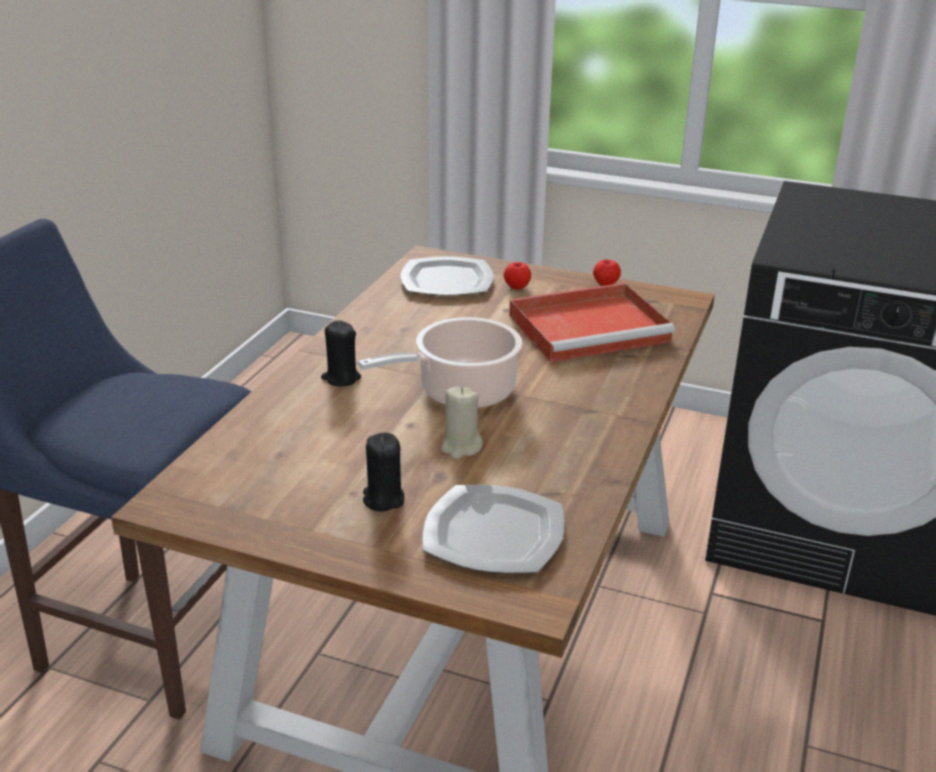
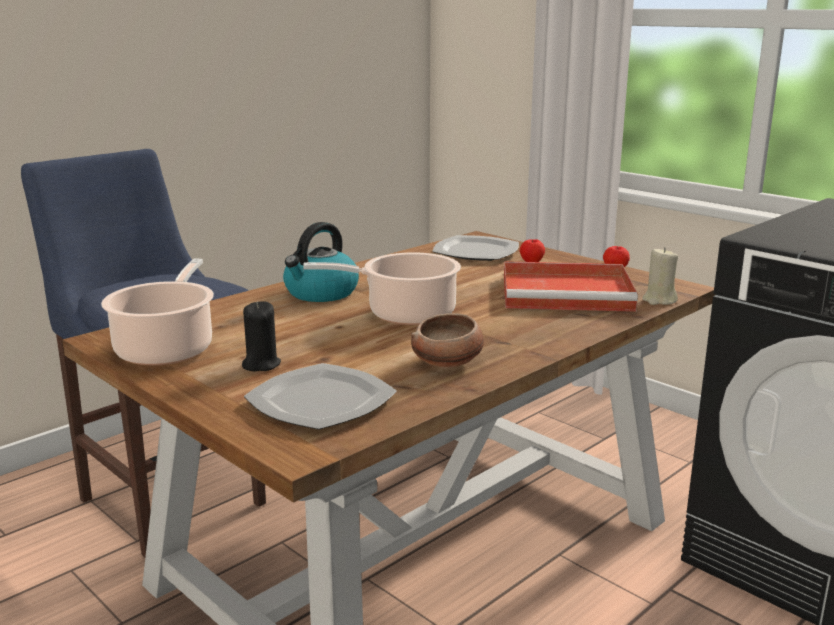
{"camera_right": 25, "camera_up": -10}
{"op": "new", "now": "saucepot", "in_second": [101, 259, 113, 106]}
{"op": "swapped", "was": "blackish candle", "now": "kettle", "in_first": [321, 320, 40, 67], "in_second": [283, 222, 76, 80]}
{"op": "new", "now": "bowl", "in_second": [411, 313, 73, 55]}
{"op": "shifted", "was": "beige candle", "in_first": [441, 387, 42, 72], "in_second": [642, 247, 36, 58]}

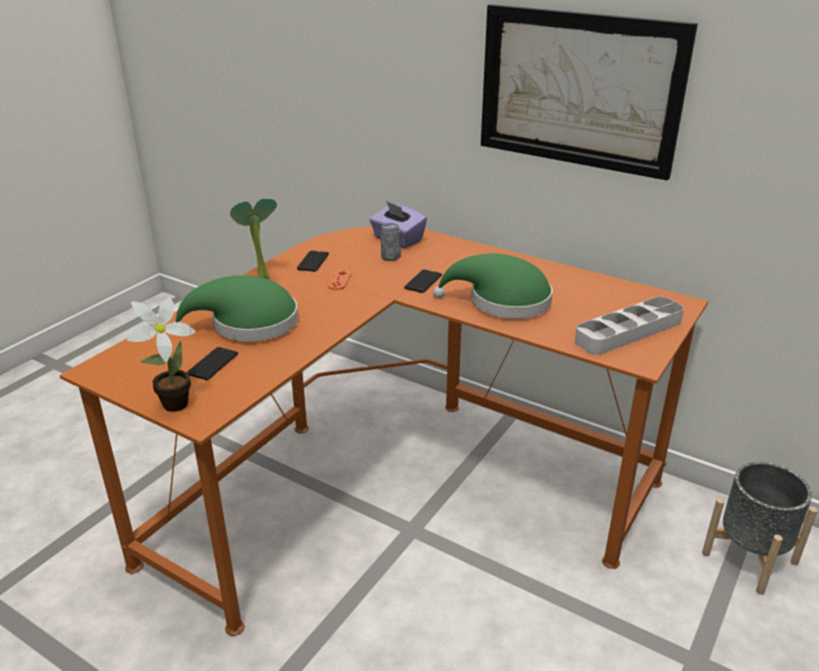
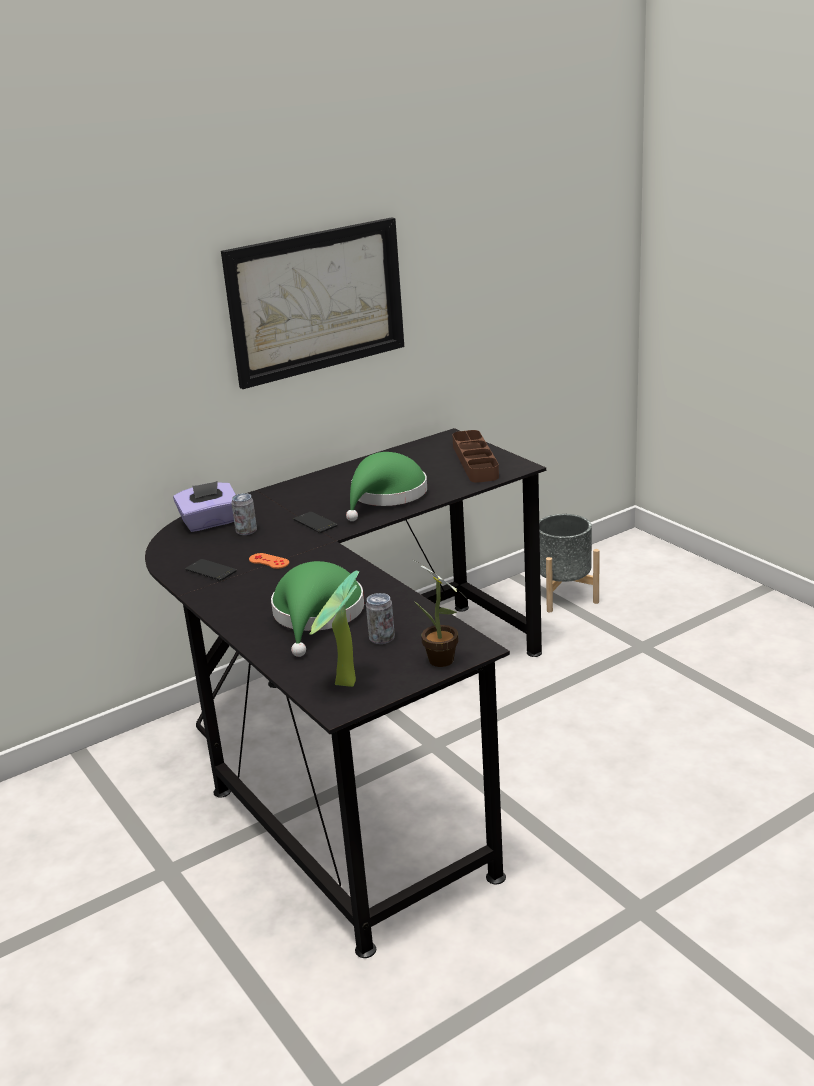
{"camera_right": -65, "camera_up": -5}
{"op": "repainted", "was": "orangey desk unit", "now": "blackish desk unit", "in_first": [60, 226, 648, 410], "in_second": [145, 428, 401, 530]}
{"op": "shifted", "was": "plant in a pot", "in_first": [230, 198, 47, 80], "in_second": [310, 571, 49, 116]}
{"op": "swapped", "was": "telephone", "now": "can", "in_first": [187, 347, 51, 33], "in_second": [366, 593, 29, 51]}
{"op": "repainted", "was": "grey tray", "now": "brown tray", "in_first": [575, 296, 109, 59], "in_second": [452, 430, 47, 53]}

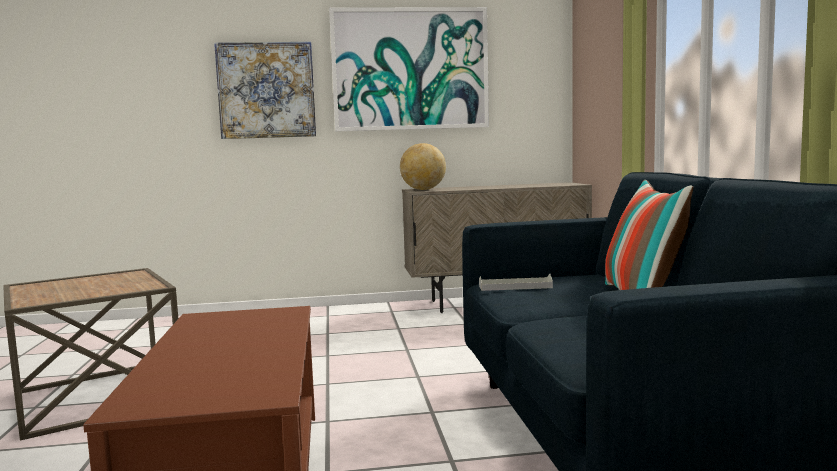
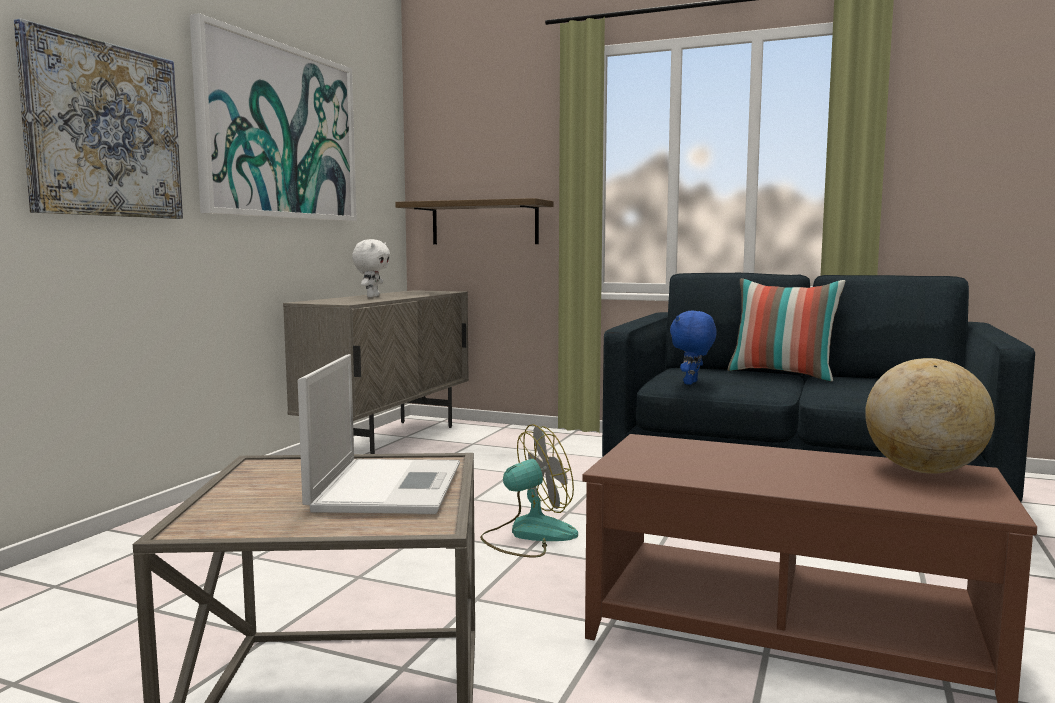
{"camera_right": -60, "camera_up": 0}
{"op": "new", "now": "portable computer", "in_second": [298, 354, 162, 160]}
{"op": "new", "now": "whitish plush toy", "in_second": [352, 239, 38, 58]}
{"op": "new", "now": "shelf", "in_second": [395, 198, 159, 46]}
{"op": "new", "now": "cooling fan", "in_second": [480, 424, 98, 134]}
{"op": "swapped", "was": "grey tray", "now": "bluish plush toy", "in_first": [479, 274, 74, 17], "in_second": [670, 311, 47, 74]}
{"op": "shifted", "was": "world globe", "in_first": [400, 143, 46, 47], "in_second": [865, 358, 130, 116]}

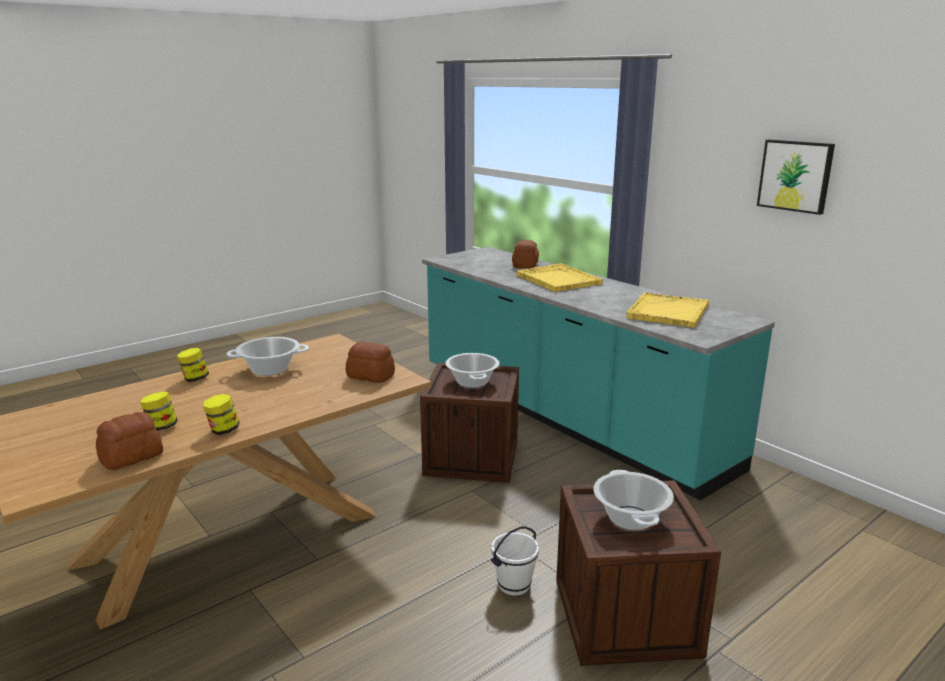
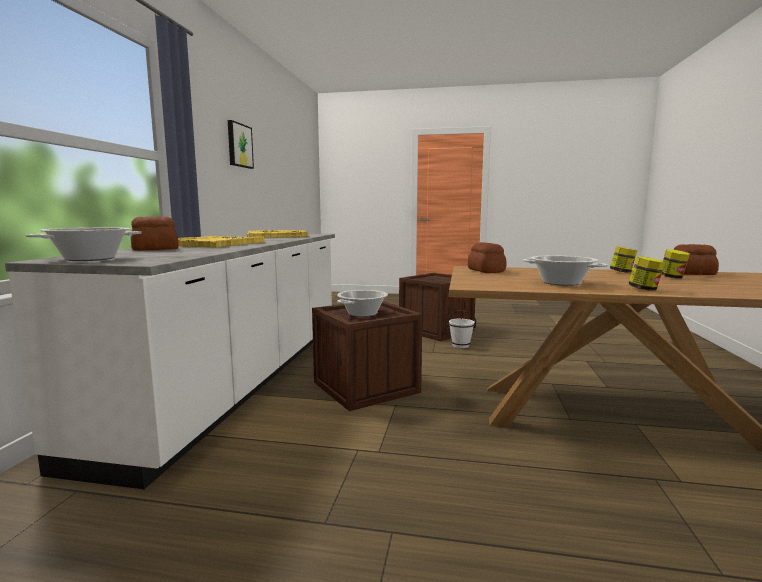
{"camera_right": -130, "camera_up": -10}
{"op": "repainted", "was": "turquoise kitchen counter", "now": "whitish kitchen counter", "in_first": [422, 247, 353, 253], "in_second": [5, 234, 330, 255]}
{"op": "shifted", "was": "saucepot", "in_first": [593, 470, 81, 60], "in_second": [26, 227, 115, 34]}

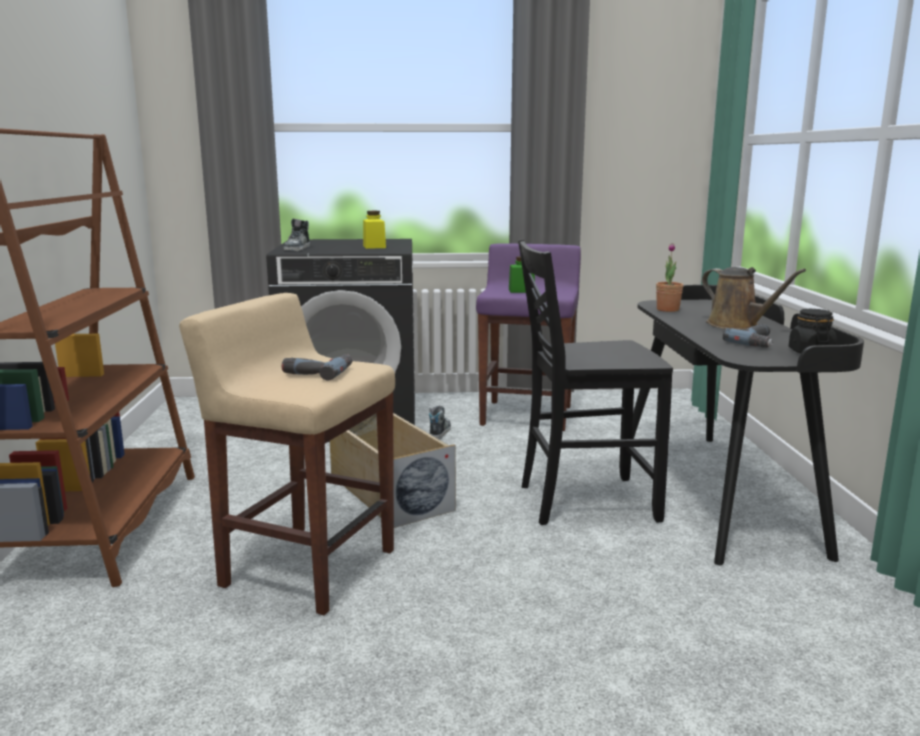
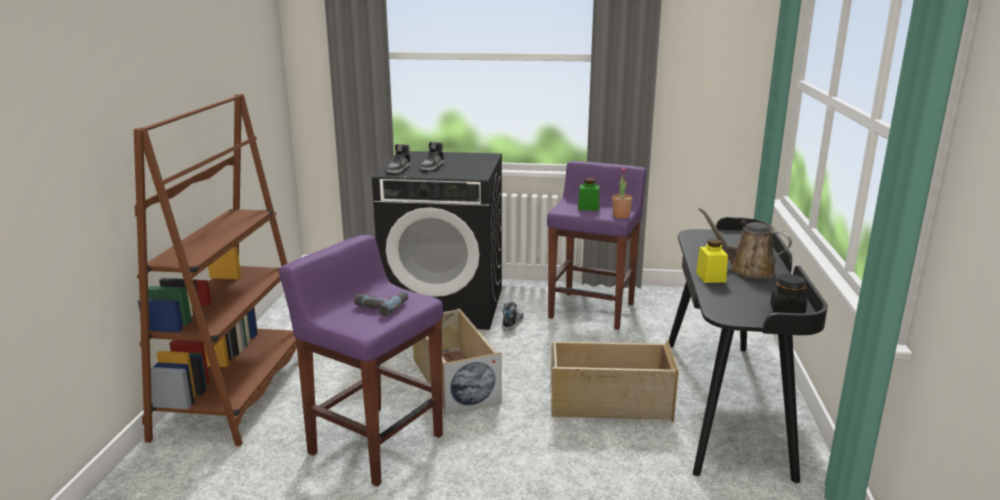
{"camera_right": 10, "camera_up": 5}
{"op": "repainted", "was": "beige sitting stool", "now": "purple-coloured sitting stool", "in_first": [179, 293, 216, 322], "in_second": [279, 235, 164, 252]}
{"op": "new", "now": "item of footwear", "in_second": [421, 142, 23, 29]}
{"op": "swapped", "was": "blackish upright chair", "now": "beige storage box", "in_first": [518, 239, 155, 286], "in_second": [551, 341, 128, 81]}
{"op": "shifted", "was": "plant in a pot", "in_first": [656, 243, 27, 69], "in_second": [612, 167, 20, 52]}
{"op": "shifted", "was": "yellow-coloured jar", "in_first": [363, 211, 23, 38], "in_second": [696, 239, 32, 44]}
{"op": "rotated", "was": "brown watering pot", "in_first": [702, 267, 104, 63], "in_second": [698, 207, 94, 72], "clockwise": 150}
{"op": "gone", "was": "electric drill", "in_first": [723, 324, 50, 24]}

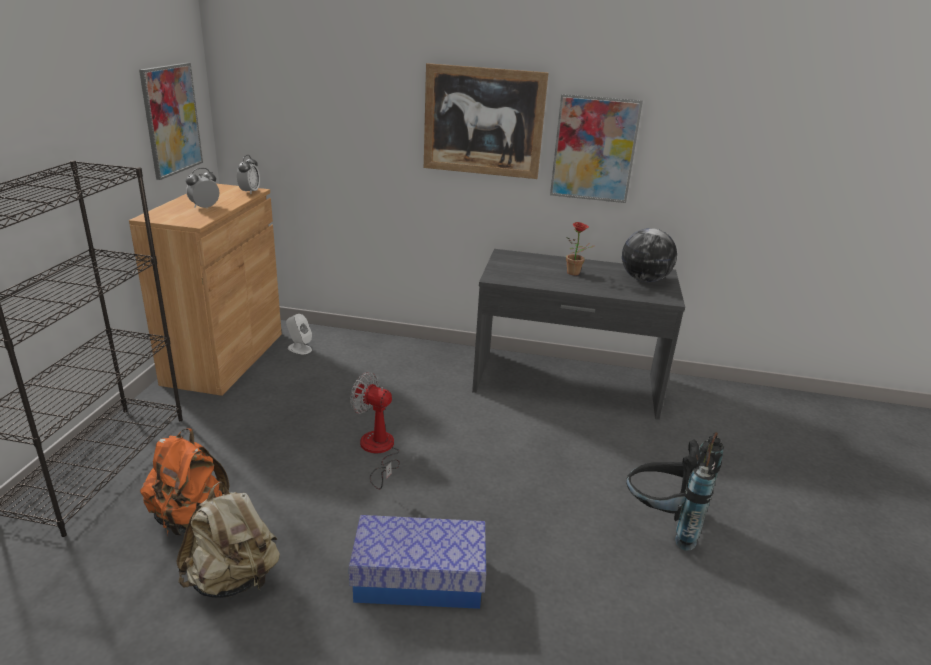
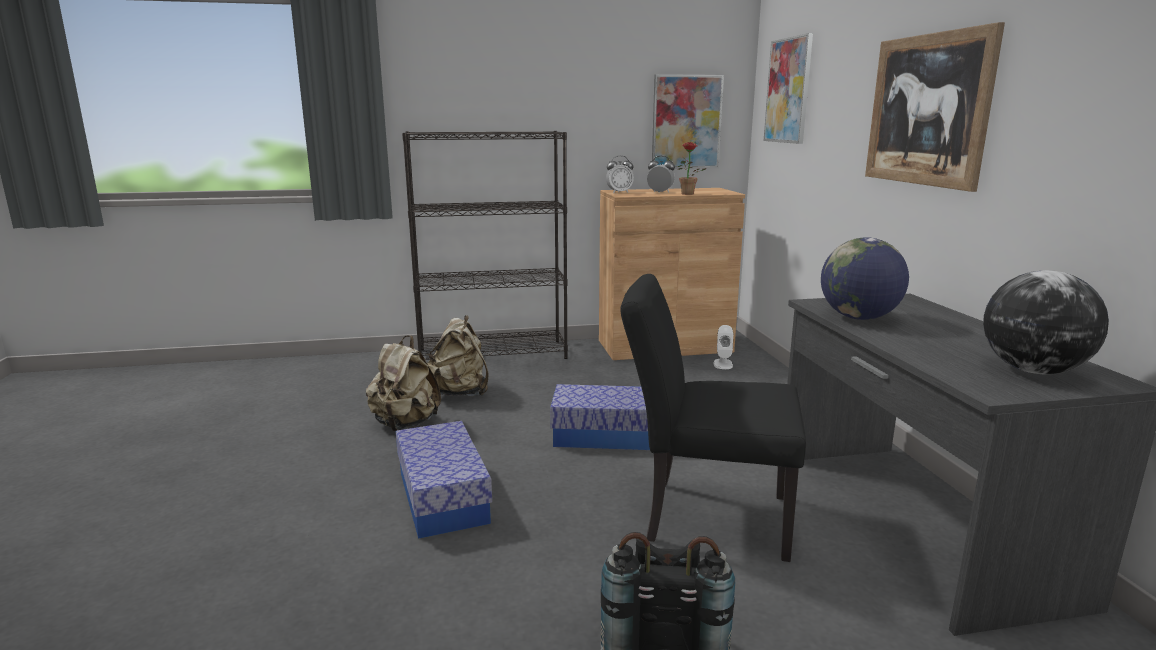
{"camera_right": 70, "camera_up": -10}
{"op": "repainted", "was": "orangey rucksack", "now": "beige rucksack", "in_first": [140, 428, 90, 108], "in_second": [427, 315, 61, 81]}
{"op": "swapped", "was": "cooling fan", "now": "storage box", "in_first": [350, 372, 50, 117], "in_second": [550, 384, 100, 66]}
{"op": "shifted", "was": "table clock", "in_first": [237, 155, 23, 39], "in_second": [606, 156, 28, 37]}
{"op": "new", "now": "blackish upright chair", "in_second": [620, 274, 186, 288]}
{"op": "shifted", "was": "plant in a pot", "in_first": [566, 222, 28, 53], "in_second": [677, 142, 30, 53]}
{"op": "shifted", "was": "wall art", "in_first": [550, 94, 93, 109], "in_second": [764, 33, 49, 111]}
{"op": "new", "now": "world globe", "in_second": [821, 237, 88, 83]}

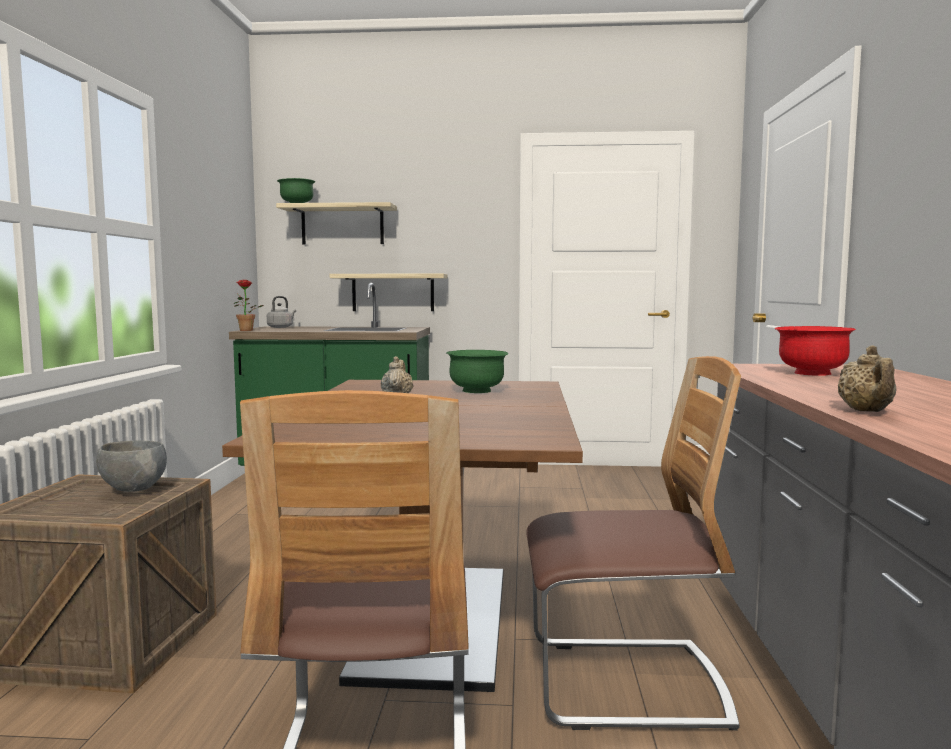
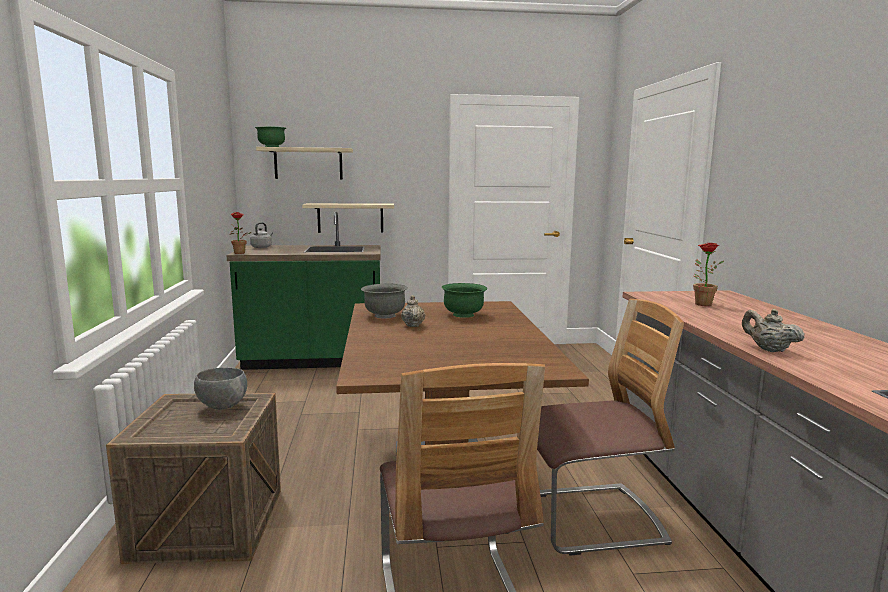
{"camera_right": -10, "camera_up": 5}
{"op": "new", "now": "grey bowl", "in_second": [361, 284, 47, 34]}
{"op": "swapped", "was": "red bowl", "now": "plant in a pot", "in_first": [775, 326, 81, 50], "in_second": [693, 242, 31, 64]}
{"op": "rotated", "was": "beige pot for tea", "in_first": [838, 345, 59, 67], "in_second": [742, 309, 63, 43], "clockwise": 150}

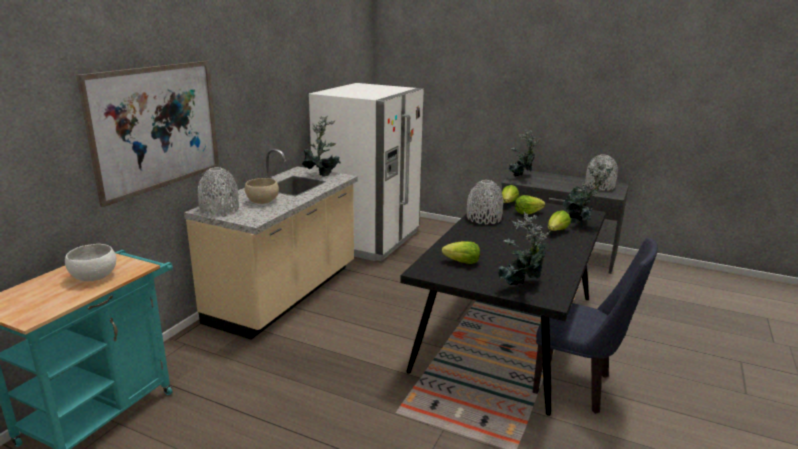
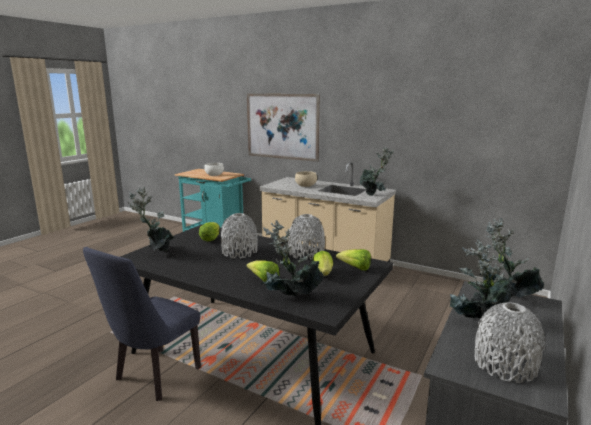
{"camera_right": 95, "camera_up": -5}
{"op": "shifted", "was": "grey vase", "in_first": [198, 167, 41, 48], "in_second": [221, 213, 37, 46]}
{"op": "new", "now": "plant in a pot", "in_second": [448, 239, 64, 80]}
{"op": "gone", "was": "whitish kitchen fridge", "in_first": [309, 83, 115, 178]}

